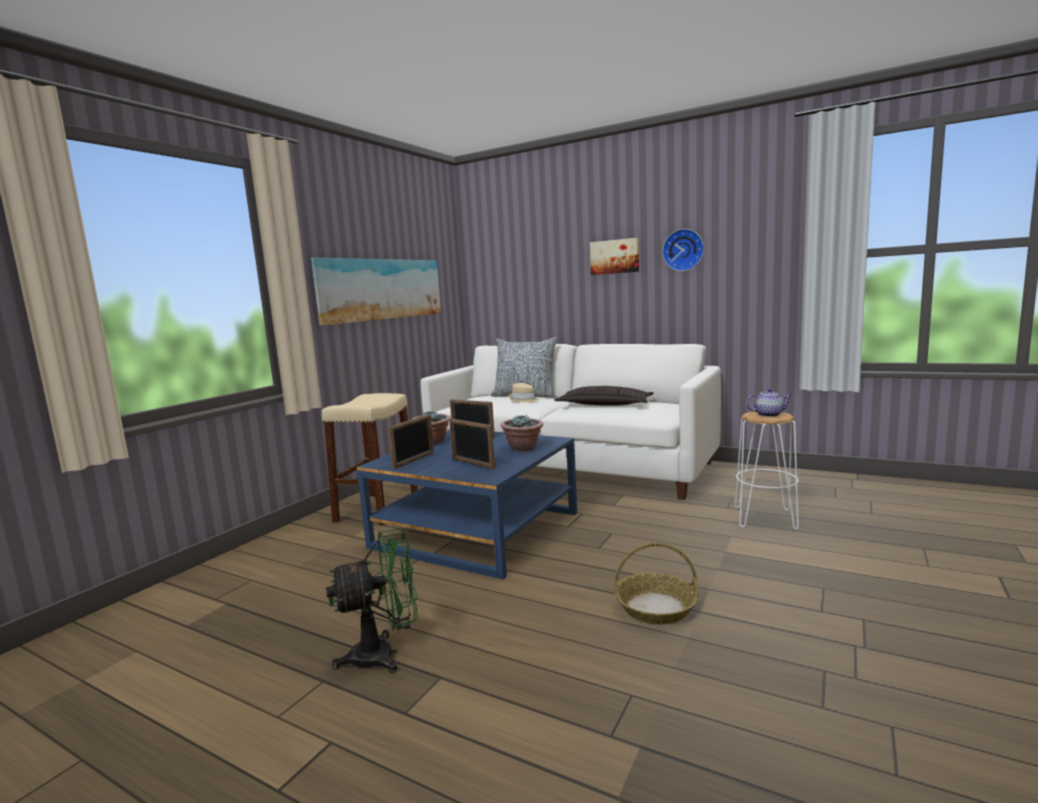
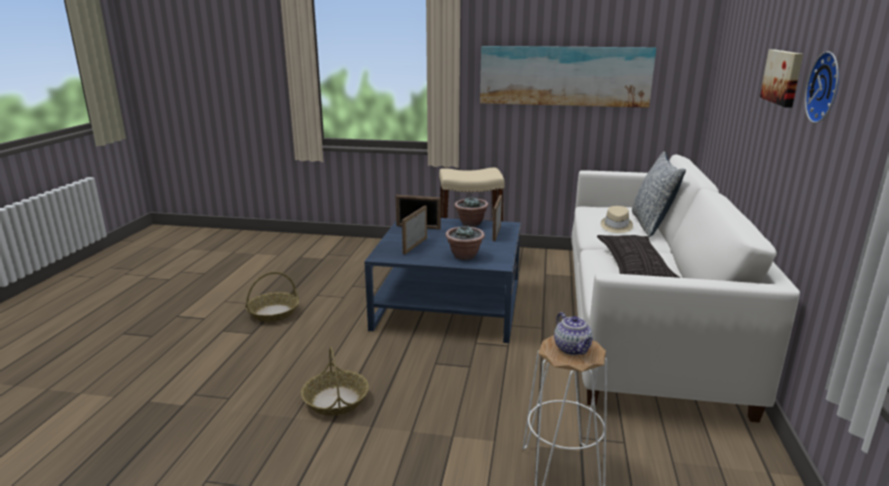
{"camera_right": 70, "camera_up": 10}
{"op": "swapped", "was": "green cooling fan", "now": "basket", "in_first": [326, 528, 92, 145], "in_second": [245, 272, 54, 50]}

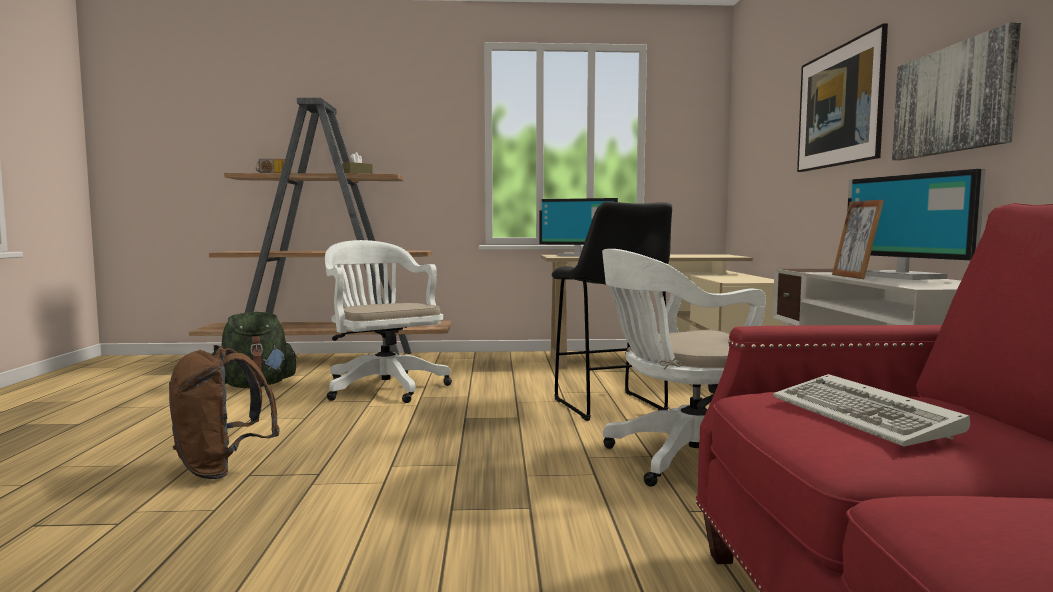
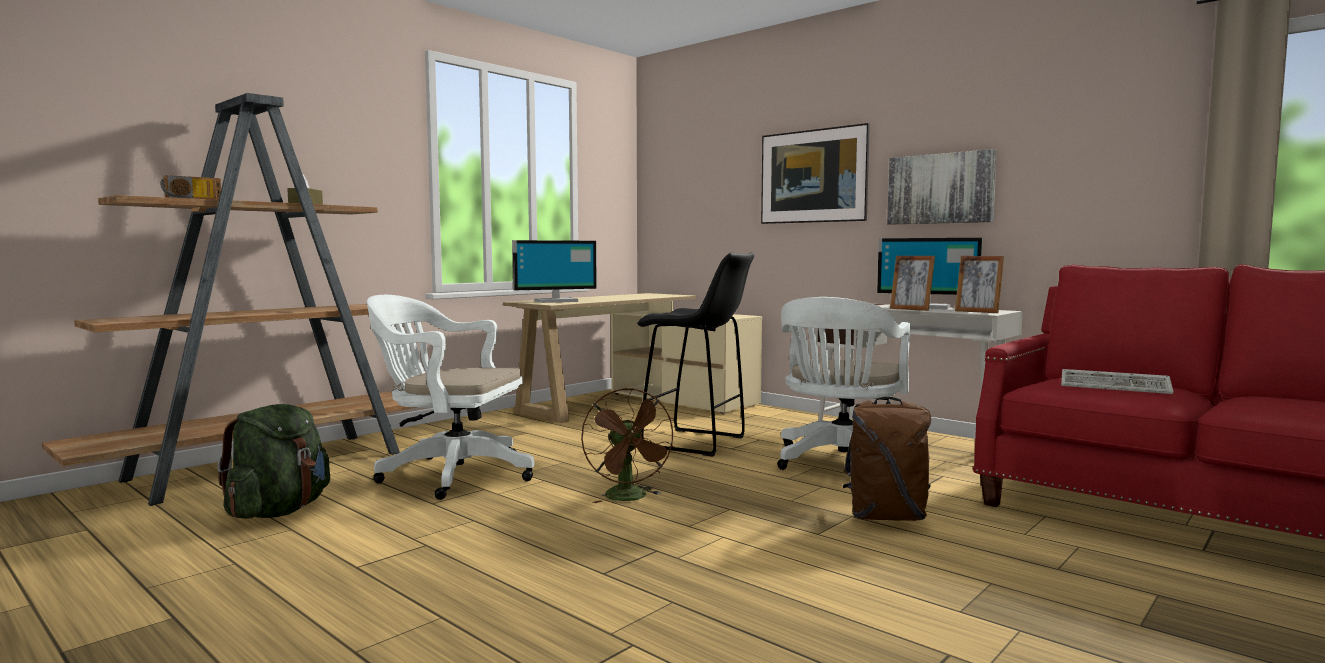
{"camera_right": -45, "camera_up": 0}
{"op": "new", "now": "brown cooling fan", "in_second": [581, 388, 95, 115]}
{"op": "shifted", "was": "brown rucksack", "in_first": [169, 345, 111, 134], "in_second": [843, 397, 88, 124]}
{"op": "new", "now": "standing frame", "in_second": [955, 256, 49, 57]}

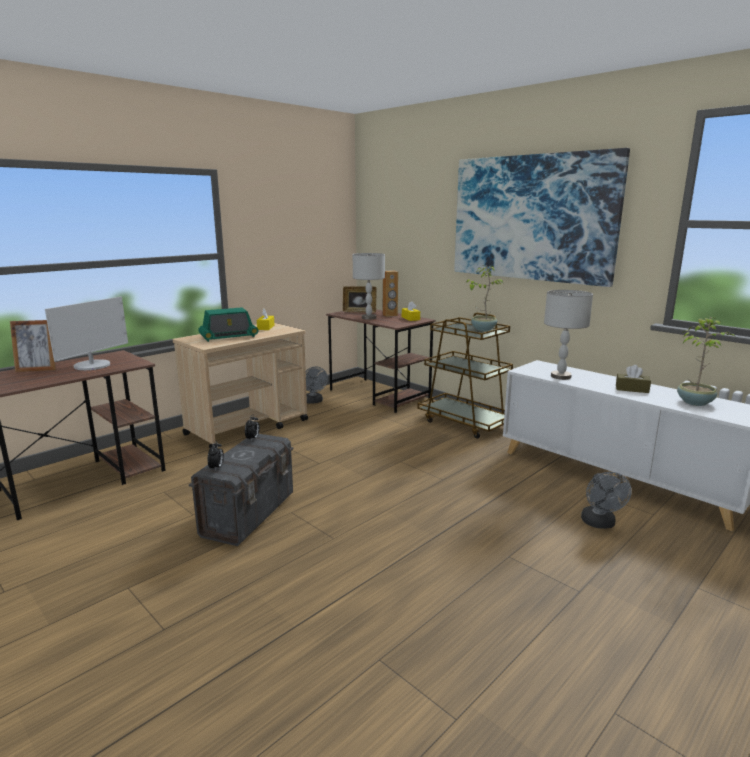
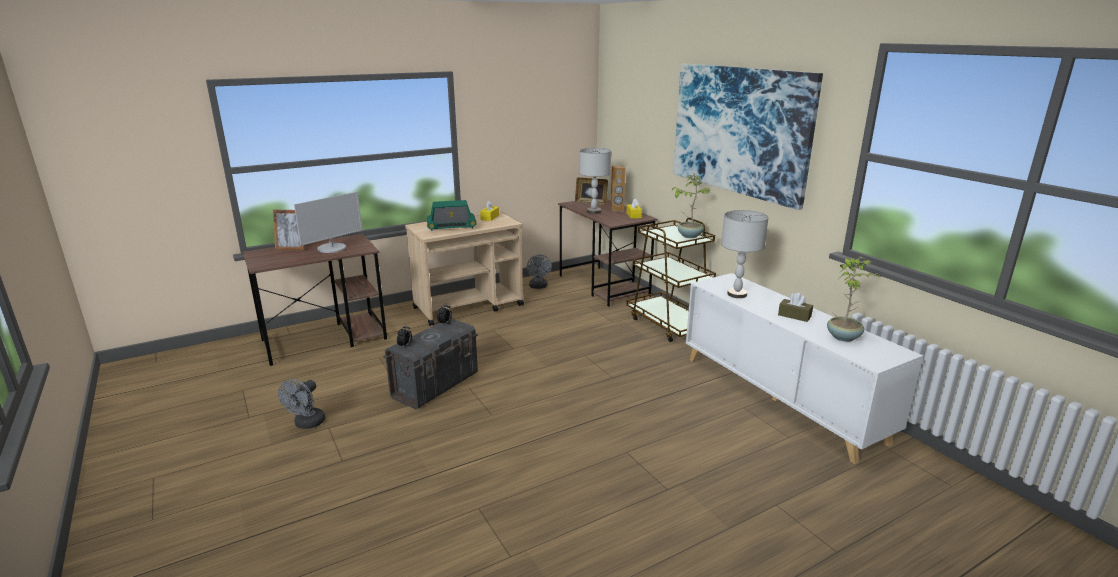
{"camera_right": 15, "camera_up": 5}
{"op": "shifted", "was": "grey cooling fan", "in_first": [581, 472, 51, 57], "in_second": [278, 379, 47, 50]}

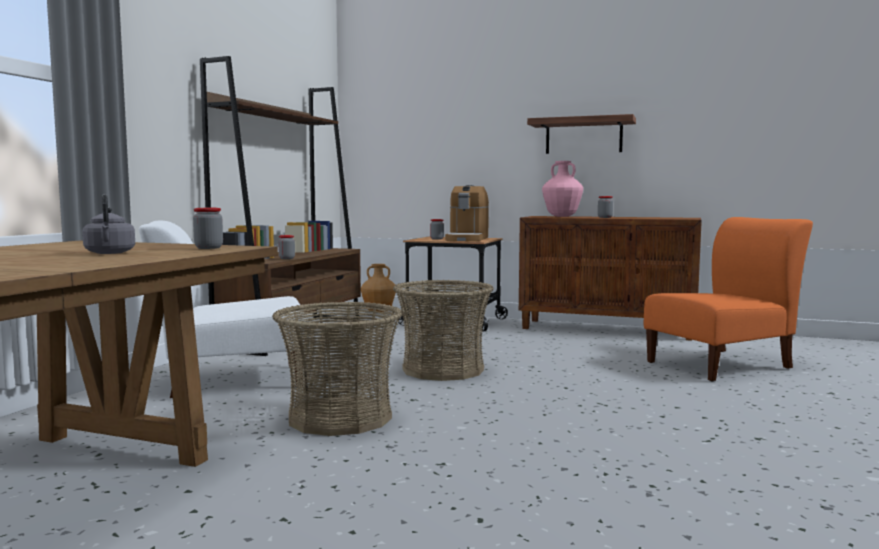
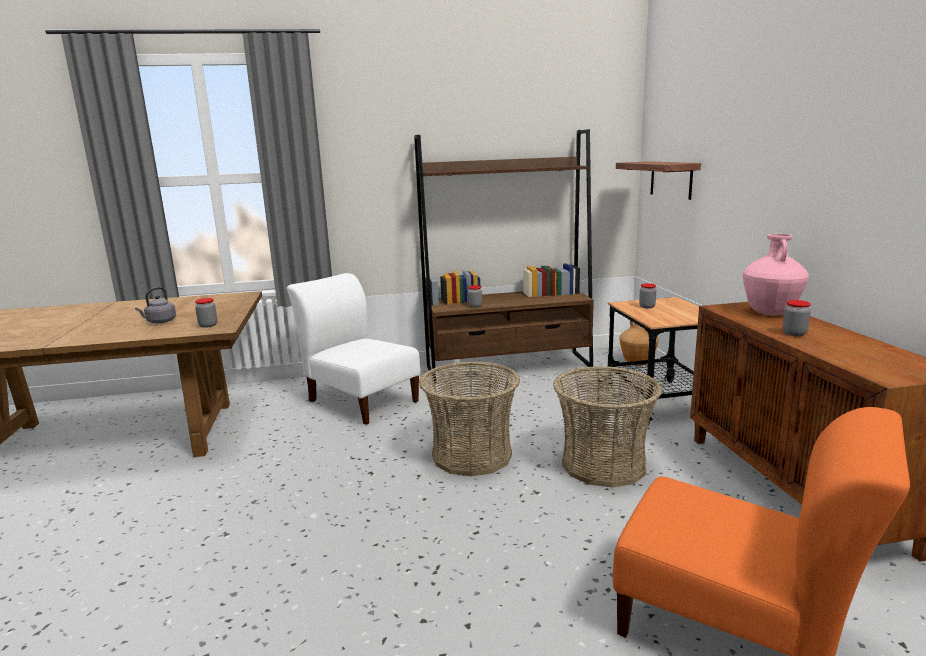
{"camera_right": 60, "camera_up": 10}
{"op": "shifted", "was": "basket", "in_first": [272, 302, 131, 134], "in_second": [553, 366, 109, 121]}
{"op": "shifted", "was": "shelf", "in_first": [527, 114, 109, 40], "in_second": [616, 161, 85, 39]}
{"op": "gone", "was": "coffee brewer", "in_first": [445, 185, 44, 57]}

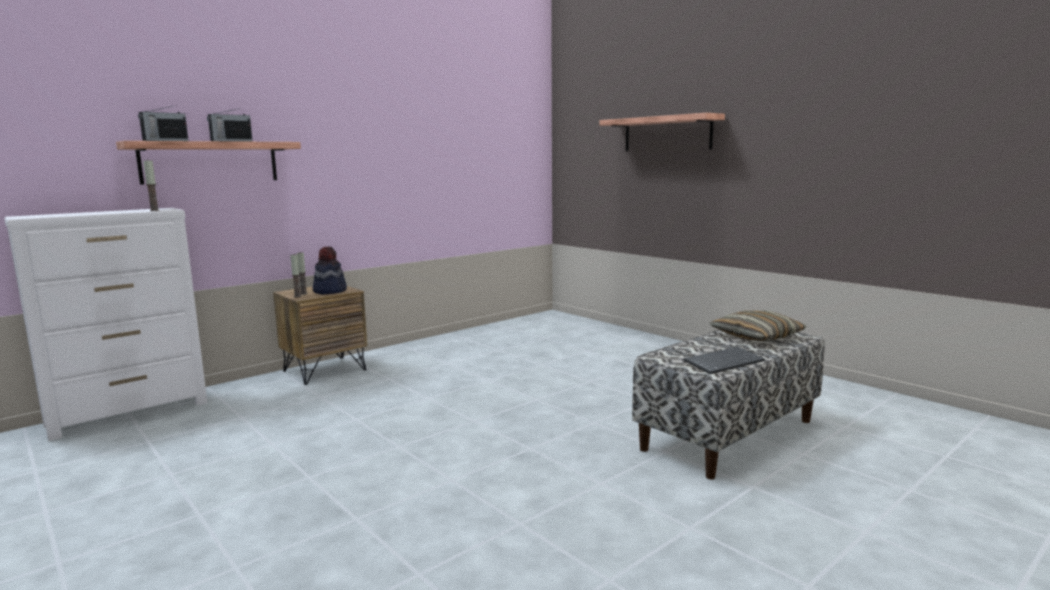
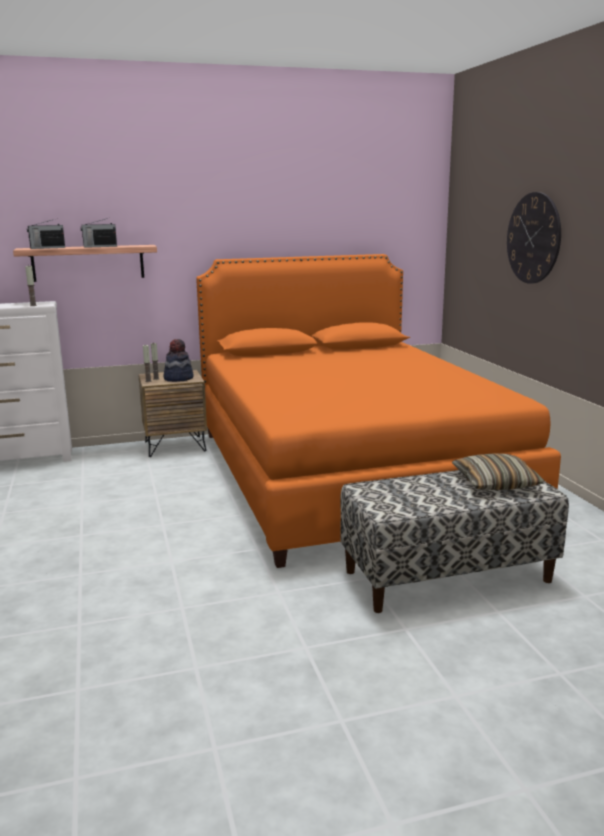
{"camera_right": 25, "camera_up": 5}
{"op": "new", "now": "orangey bedroom bed", "in_second": [196, 254, 365, 314]}
{"op": "swapped", "was": "shelf", "now": "hanging clock", "in_first": [599, 113, 126, 38], "in_second": [507, 192, 54, 92]}
{"op": "gone", "was": "PC keyboard", "in_first": [684, 347, 81, 27]}

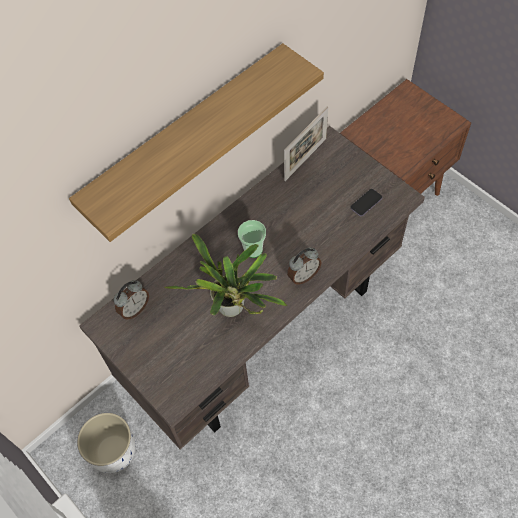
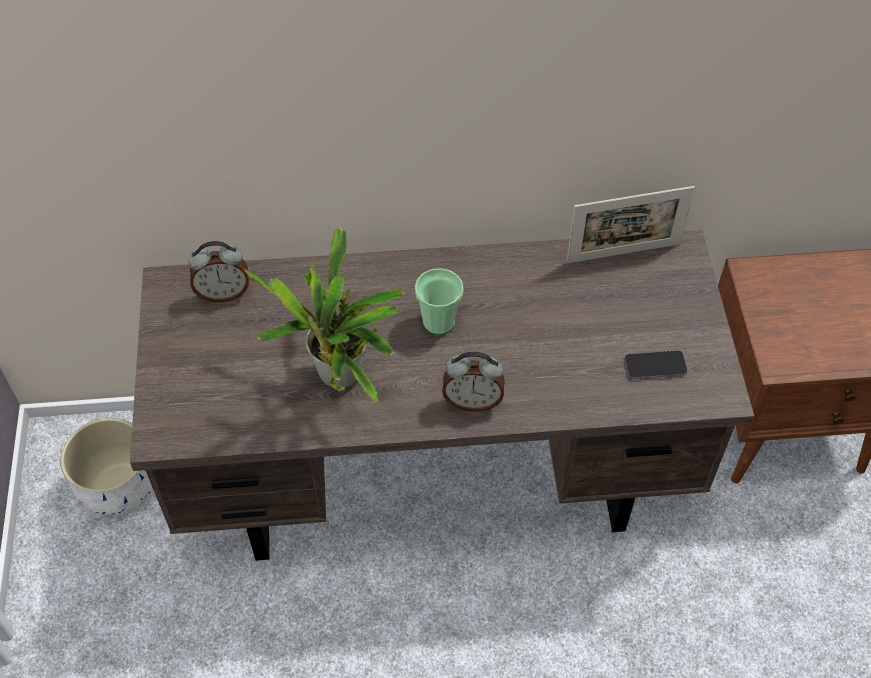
{"camera_right": 35, "camera_up": -5}
{"op": "gone", "was": "shelf", "in_first": [69, 43, 255, 199]}

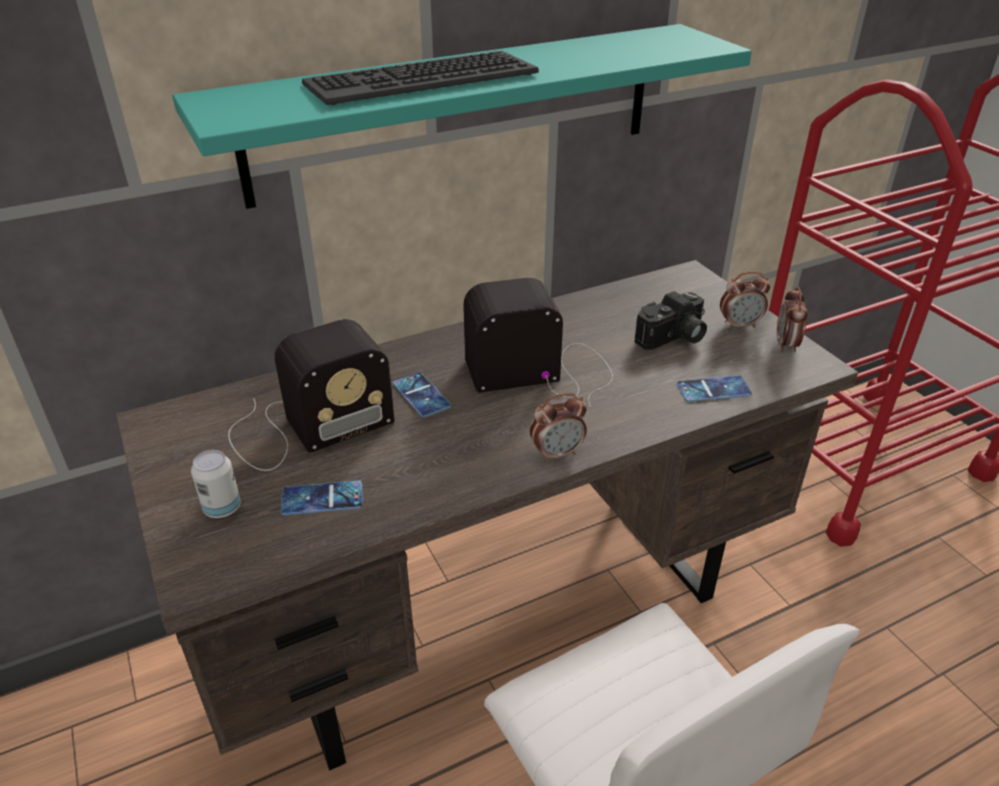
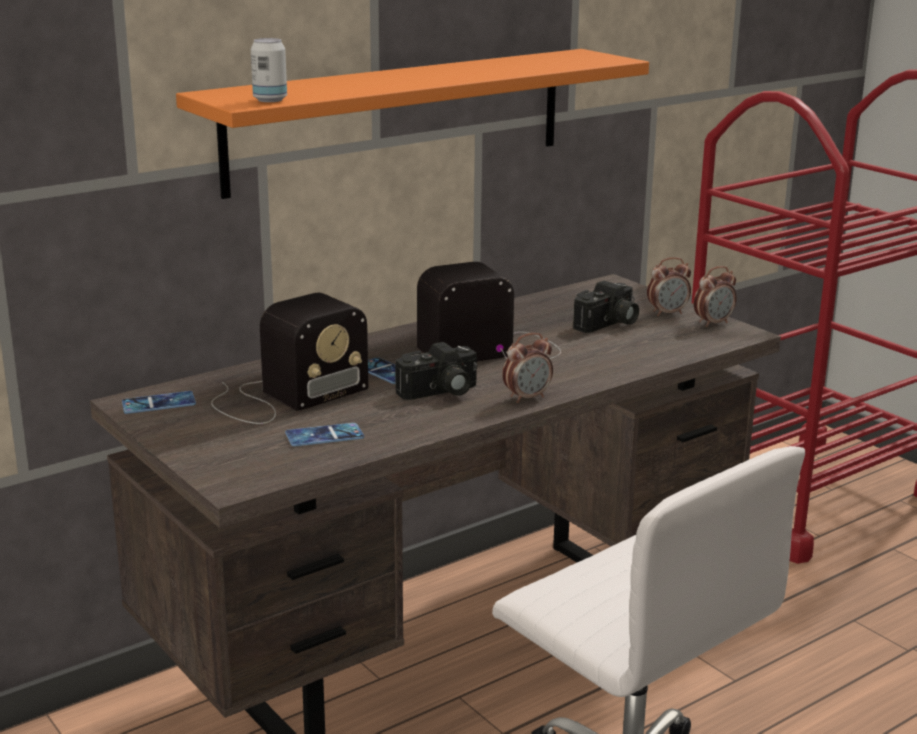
{"camera_right": -10, "camera_up": -15}
{"op": "shifted", "was": "telephone", "in_first": [677, 375, 75, 27], "in_second": [122, 391, 74, 23]}
{"op": "repainted", "was": "turquoise shelf", "now": "orangey shelf", "in_first": [172, 24, 580, 185], "in_second": [176, 49, 473, 150]}
{"op": "shifted", "was": "can", "in_first": [191, 450, 50, 68], "in_second": [251, 38, 36, 64]}
{"op": "new", "now": "photo camera", "in_second": [395, 342, 82, 58]}
{"op": "rotated", "was": "table clock", "in_first": [777, 286, 31, 66], "in_second": [694, 266, 43, 61], "clockwise": -120}
{"op": "gone", "was": "PC keyboard", "in_first": [302, 51, 237, 55]}

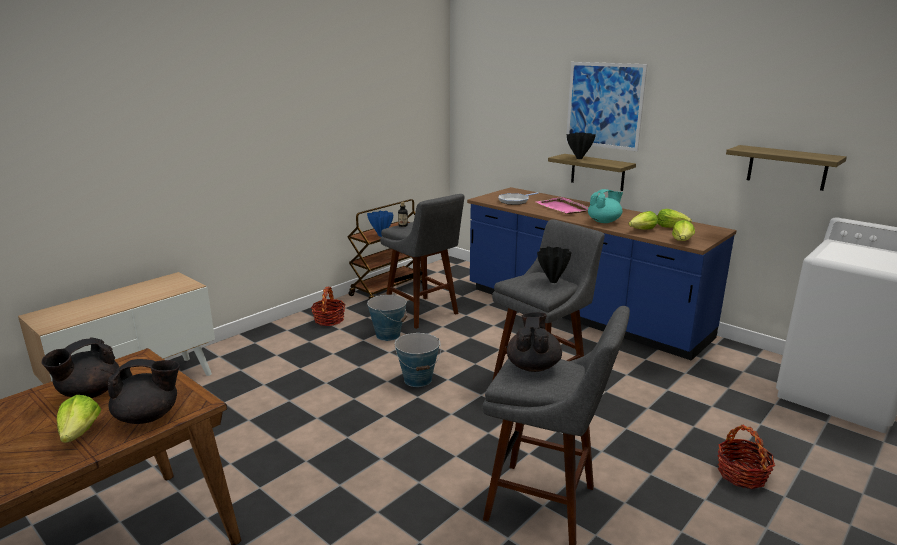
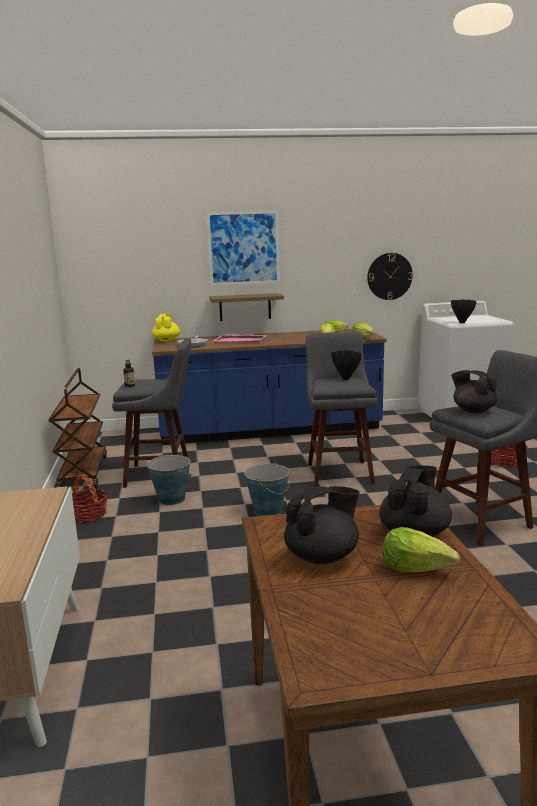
{"camera_right": -50, "camera_up": -5}
{"op": "new", "now": "yellow-coloured pot for tea", "in_second": [152, 314, 28, 28]}
{"op": "rotated", "was": "blackish pot for tea", "in_first": [41, 337, 78, 61], "in_second": [284, 486, 76, 78], "clockwise": -105}
{"op": "swapped", "was": "shelf", "now": "hanging clock", "in_first": [726, 145, 121, 46], "in_second": [367, 253, 46, 47]}
{"op": "shifted", "was": "blackish vase", "in_first": [567, 132, 29, 27], "in_second": [451, 300, 26, 23]}
{"op": "gone", "was": "bluish vase", "in_first": [367, 211, 26, 26]}
{"op": "gone", "was": "turquoise pot for tea", "in_first": [588, 189, 35, 34]}

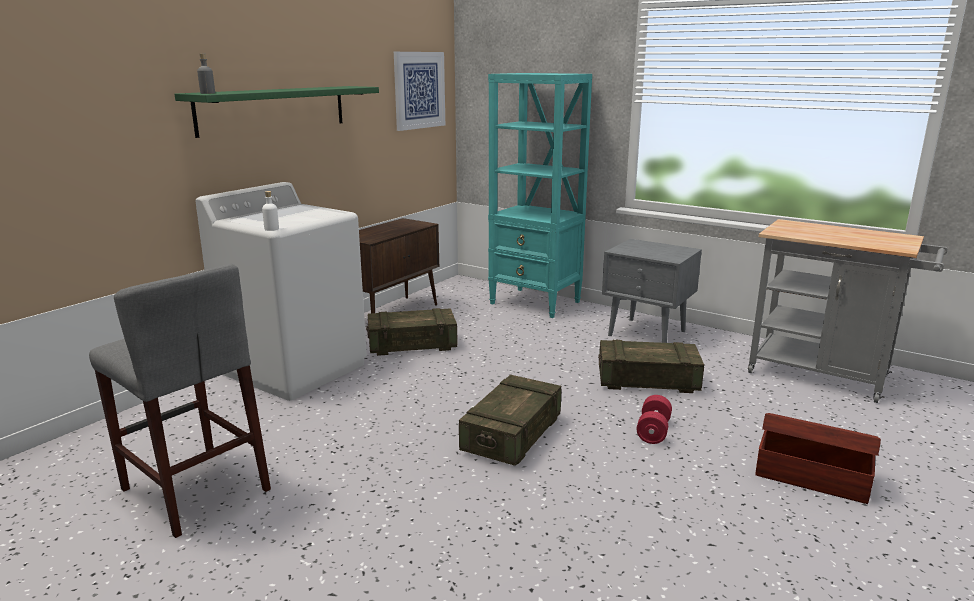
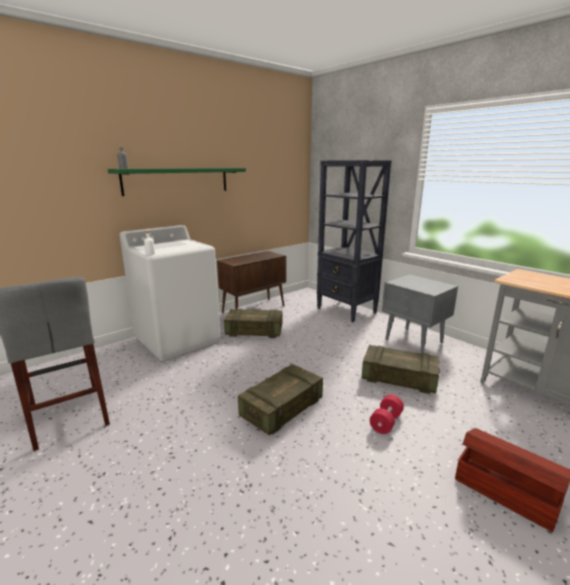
{"camera_right": 15, "camera_up": 0}
{"op": "repainted", "was": "turquoise bookshelf", "now": "blackish bookshelf", "in_first": [488, 73, 104, 245], "in_second": [317, 160, 74, 162]}
{"op": "gone", "was": "wall art", "in_first": [394, 52, 51, 79]}

